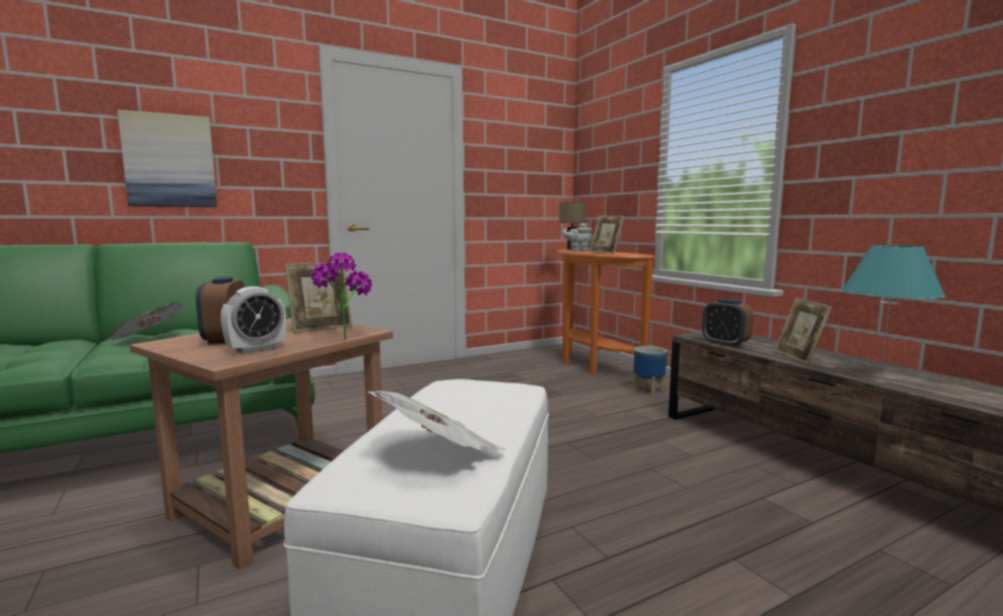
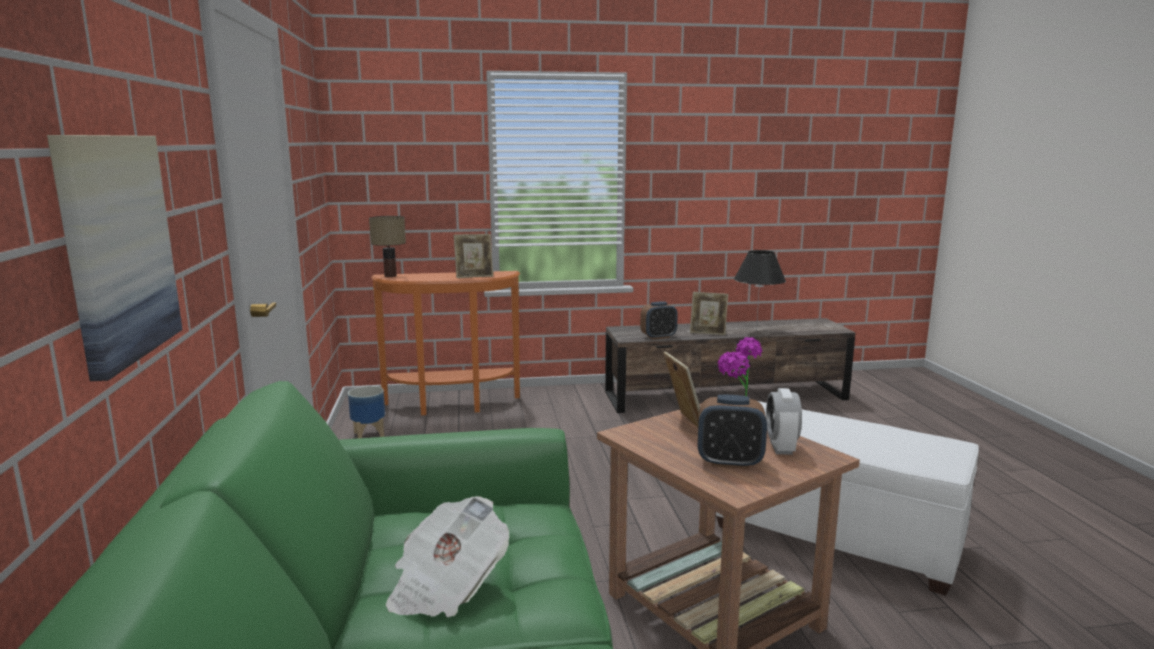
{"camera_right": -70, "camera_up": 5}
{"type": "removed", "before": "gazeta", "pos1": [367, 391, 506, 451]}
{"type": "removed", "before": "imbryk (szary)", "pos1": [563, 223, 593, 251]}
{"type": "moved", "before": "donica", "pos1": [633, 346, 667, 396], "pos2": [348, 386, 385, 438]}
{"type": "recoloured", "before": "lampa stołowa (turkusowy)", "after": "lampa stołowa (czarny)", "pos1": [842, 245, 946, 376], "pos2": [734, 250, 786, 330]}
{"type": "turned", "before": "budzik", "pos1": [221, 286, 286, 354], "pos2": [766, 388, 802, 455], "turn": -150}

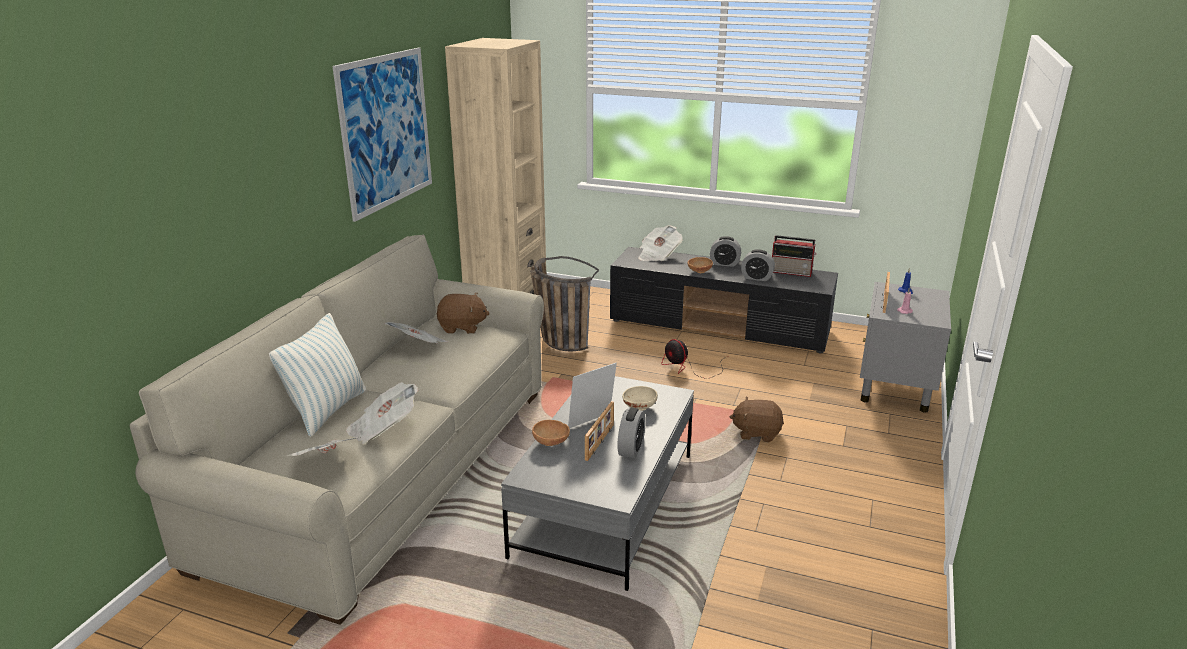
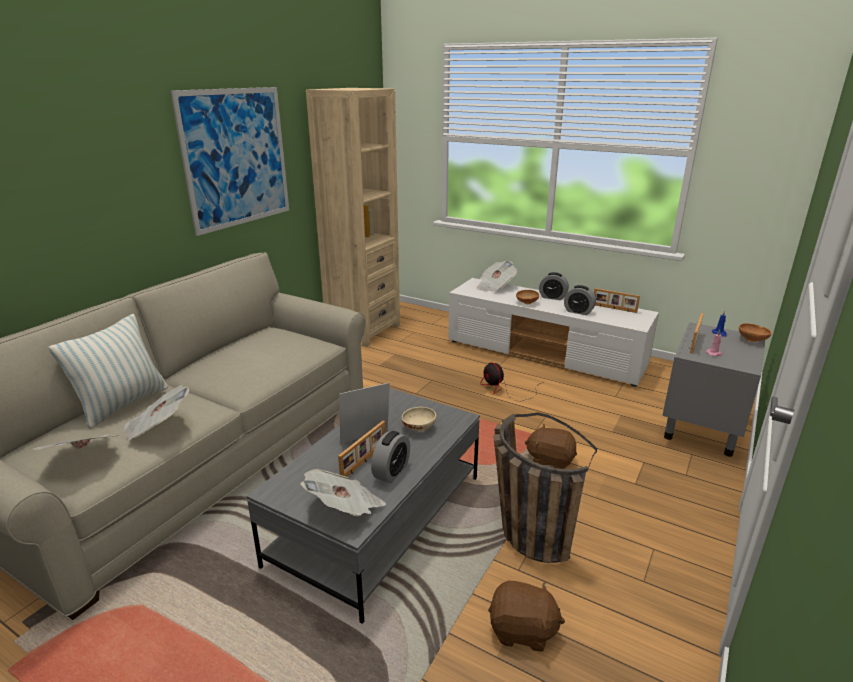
{"camera_right": 10, "camera_up": 0}
{"type": "moved", "before": "gazeta", "pos1": [384, 322, 449, 344], "pos2": [300, 469, 386, 516]}
{"type": "moved", "before": "pluszak (brązowy)", "pos1": [437, 293, 490, 334], "pos2": [488, 581, 565, 652]}
{"type": "moved", "before": "koszyk", "pos1": [530, 256, 599, 351], "pos2": [493, 413, 597, 563]}
{"type": "moved", "before": "miska (brązowy)", "pos1": [532, 420, 570, 446], "pos2": [739, 323, 772, 342]}
{"type": "replaced", "before": "radio", "after": "ramka na zdjęcie", "pos1": [772, 235, 817, 277], "pos2": [594, 288, 640, 313]}
{"type": "recoloured", "before": "szafka pod telewizor (czarny)", "after": "szafka pod telewizor (biały)", "pos1": [610, 247, 838, 353], "pos2": [449, 278, 659, 387]}

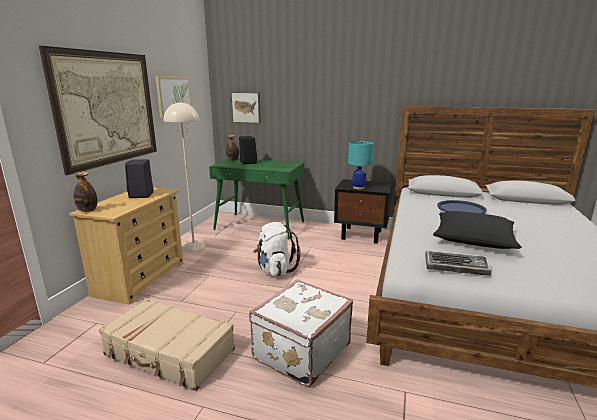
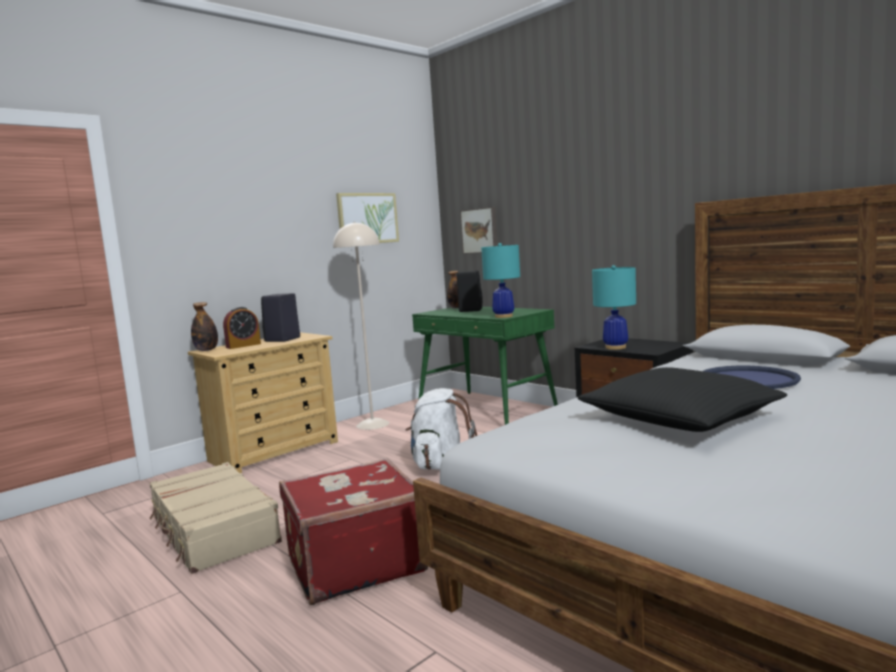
{"camera_right": 30, "camera_up": -10}
{"type": "removed", "before": "obraz", "pos1": [39, 46, 157, 175]}
{"type": "removed", "before": "klawiatura", "pos1": [425, 250, 491, 276]}
{"type": "added", "after": "budzik", "pos2": [223, 307, 261, 349]}
{"type": "added", "after": "lampa stołowa (turkusowy)", "pos2": [481, 243, 520, 318]}
{"type": "recoloured", "before": "walizka (biały)", "after": "walizka (czerwony)", "pos1": [249, 279, 353, 387], "pos2": [279, 458, 428, 605]}

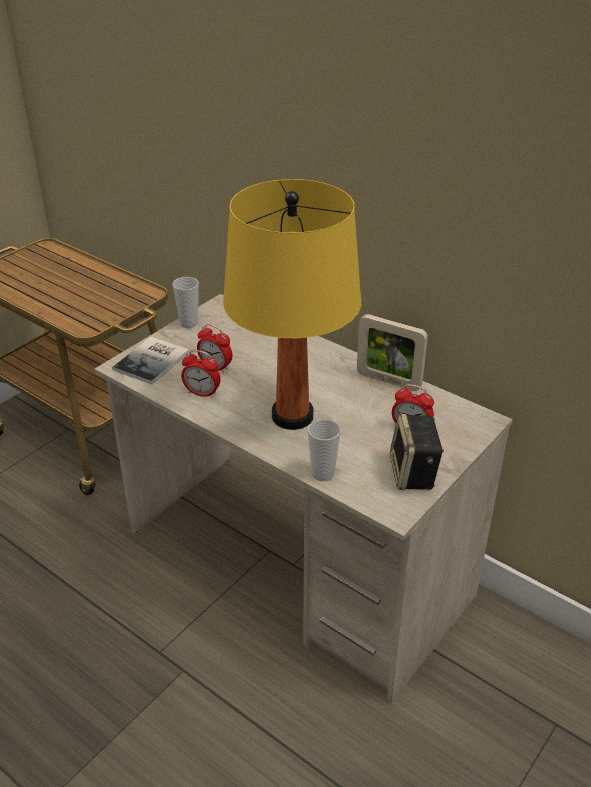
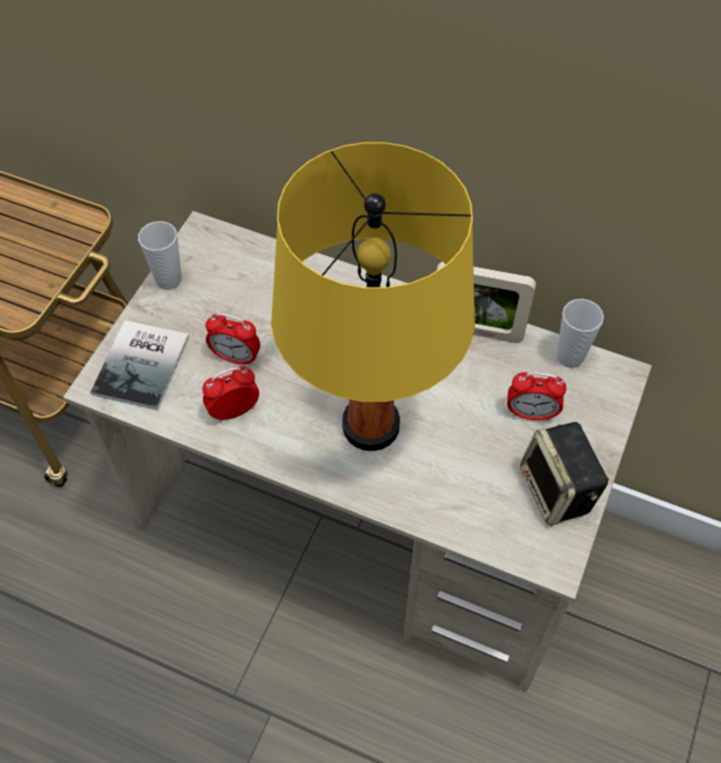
{"camera_right": -15, "camera_up": 20}
{"type": "moved", "before": "filiżanka", "pos1": [308, 419, 341, 481], "pos2": [556, 299, 604, 368]}
{"type": "turned", "before": "budzik", "pos1": [181, 350, 221, 398], "pos2": [202, 366, 259, 422], "turn": 150}

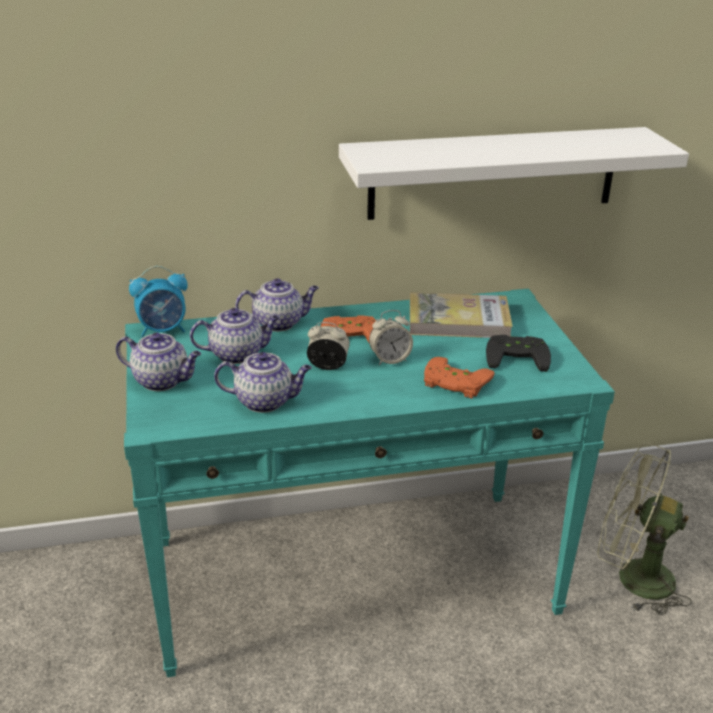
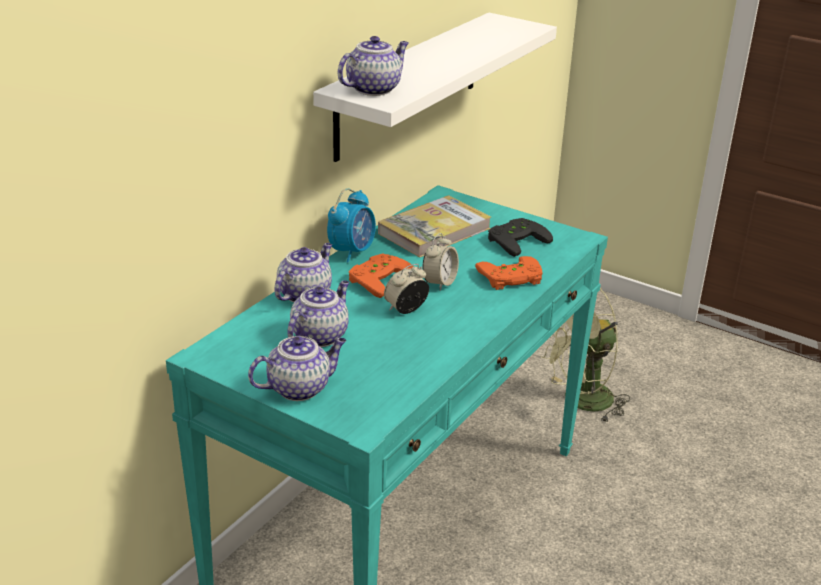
{"camera_right": -45, "camera_up": 0}
{"type": "moved", "before": "budzik", "pos1": [129, 266, 188, 338], "pos2": [327, 188, 376, 263]}
{"type": "moved", "before": "imbryk", "pos1": [214, 352, 312, 413], "pos2": [338, 36, 409, 96]}

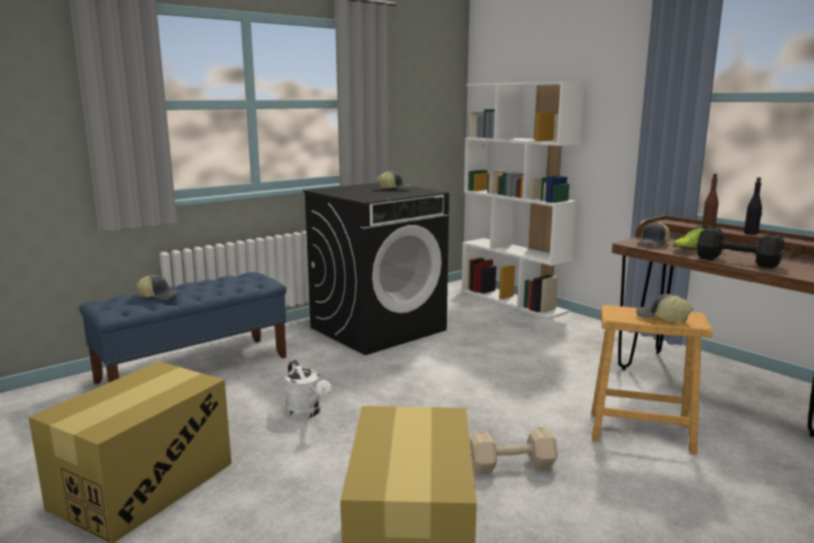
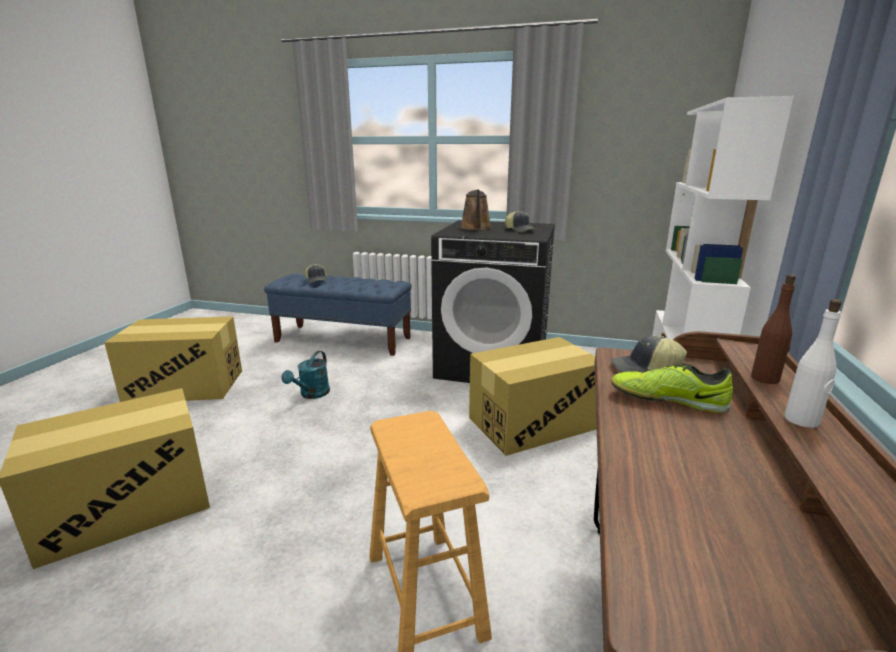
{"camera_right": 55, "camera_up": 5}
{"type": "removed", "before": "hantel (beżowy)", "pos1": [470, 427, 558, 474]}
{"type": "removed", "before": "czapka z daszkiem", "pos1": [636, 294, 693, 323]}
{"type": "removed", "before": "hantel (czarny)", "pos1": [697, 227, 784, 269]}
{"type": "added", "after": "konewka (brązowy)", "pos2": [460, 189, 492, 230]}
{"type": "added", "after": "karton", "pos2": [469, 337, 597, 456]}
{"type": "recoloured", "before": "konewka (biały)", "after": "konewka (turkusowy)", "pos1": [285, 360, 331, 418], "pos2": [282, 351, 330, 399]}
{"type": "recoloured", "before": "butelka (czarny)", "after": "butelka (biały)", "pos1": [744, 177, 762, 235], "pos2": [784, 299, 842, 428]}

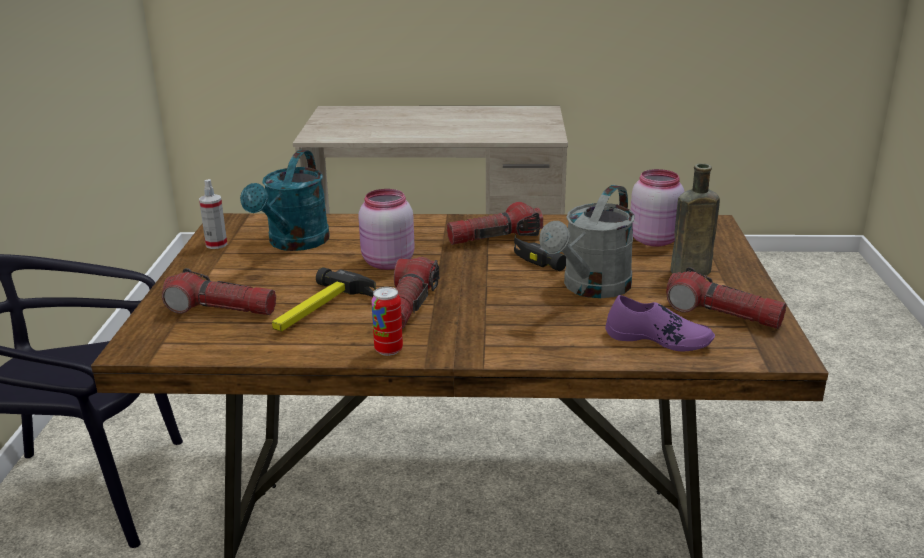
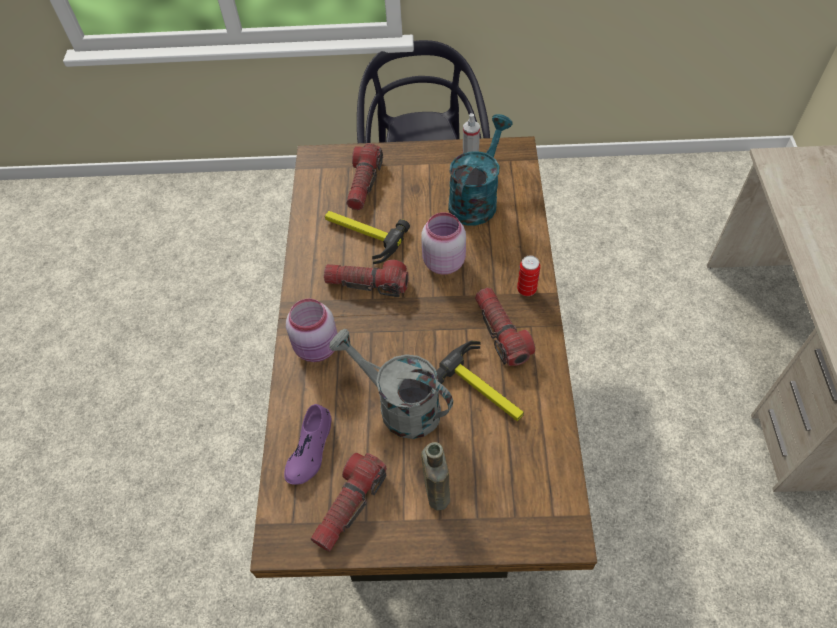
{"camera_right": 90, "camera_up": 30}
{"type": "moved", "before": "puszka", "pos1": [371, 287, 403, 356], "pos2": [517, 256, 540, 296]}
{"type": "moved", "before": "słoik (różowy)", "pos1": [631, 169, 685, 247], "pos2": [286, 299, 337, 362]}
{"type": "turned", "before": "konewka (turkusowy)", "pos1": [240, 150, 330, 251], "pos2": [448, 114, 513, 226], "turn": 105}

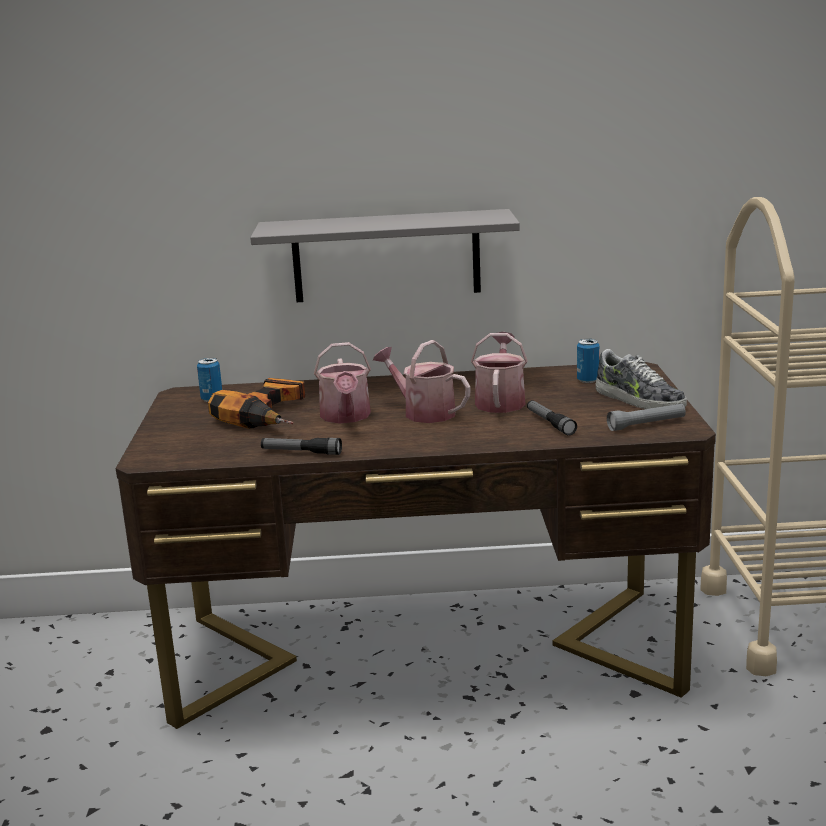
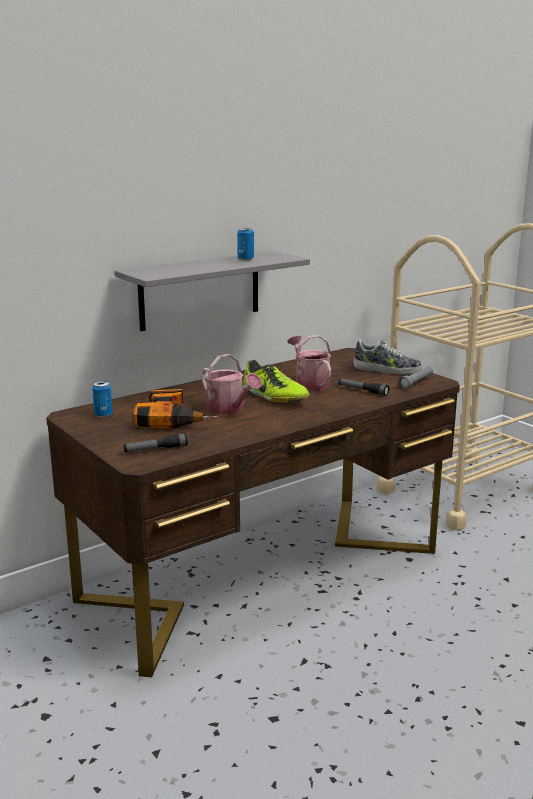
{"camera_right": -35, "camera_up": 0}
{"type": "moved", "before": "latarka", "pos1": [261, 438, 342, 455], "pos2": [123, 433, 188, 452]}
{"type": "moved", "before": "puszka", "pos1": [577, 339, 599, 383], "pos2": [237, 228, 254, 260]}
{"type": "replaced", "before": "konewka", "after": "but", "pos1": [373, 340, 471, 423], "pos2": [243, 360, 310, 402]}

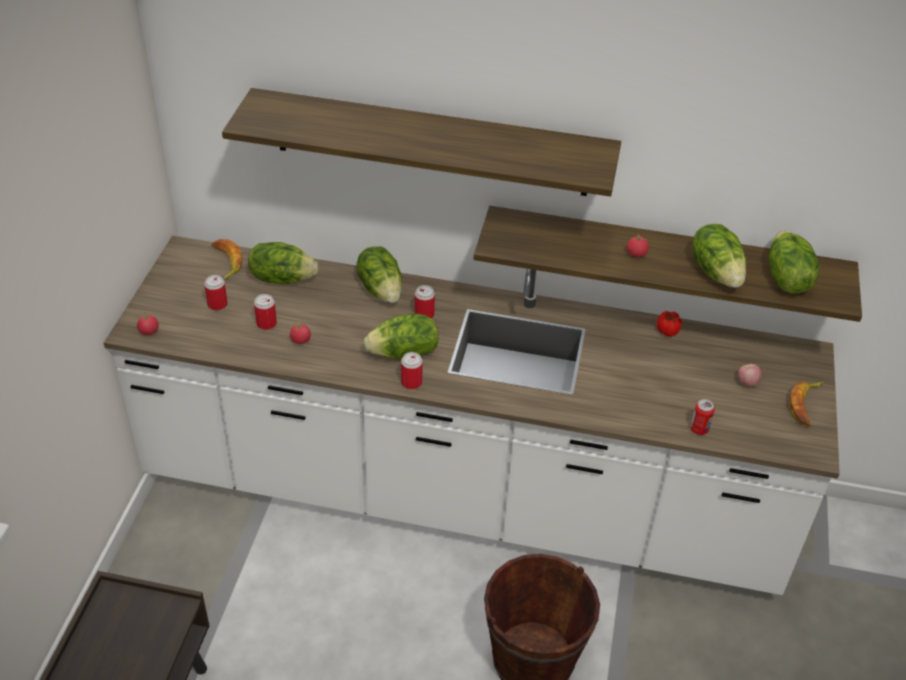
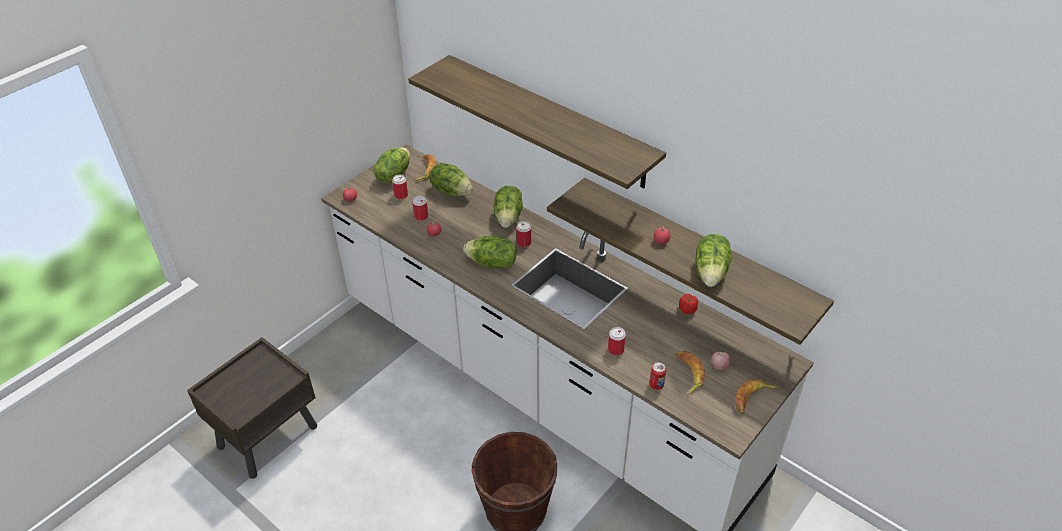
{"camera_right": 30, "camera_up": 0}
{"type": "added", "after": "banan", "pos2": [676, 351, 705, 394]}
{"type": "moved", "before": "puszka", "pos1": [401, 352, 423, 389], "pos2": [608, 327, 626, 356]}
{"type": "moved", "before": "sałata", "pos1": [769, 231, 819, 293], "pos2": [373, 147, 410, 183]}

